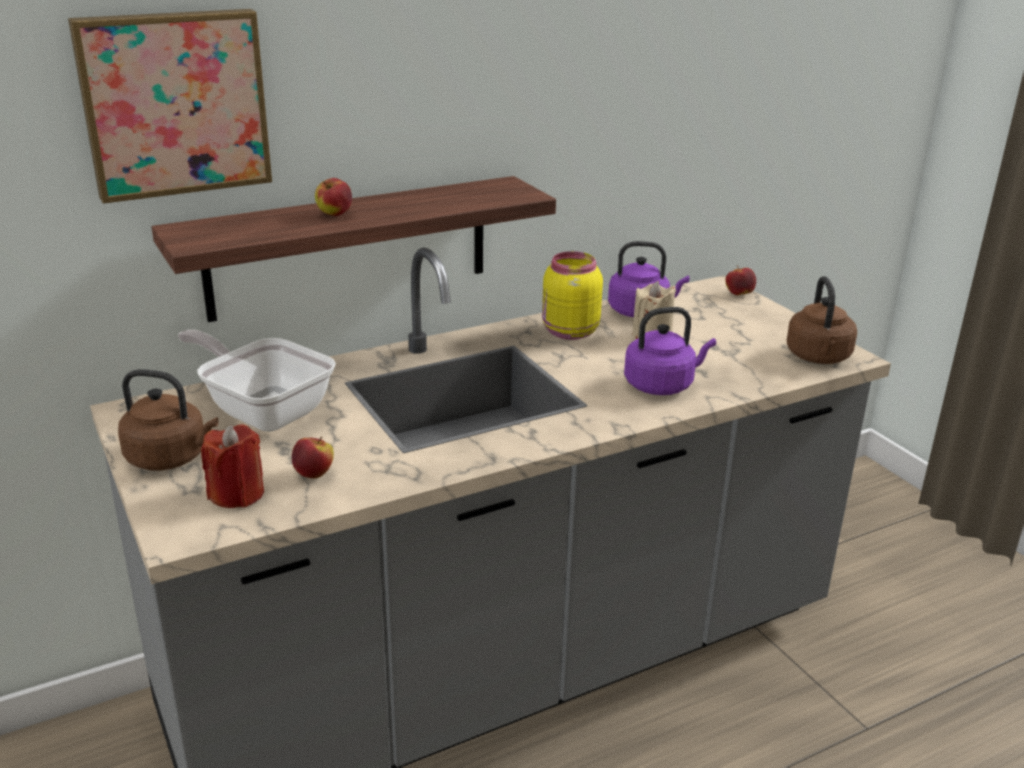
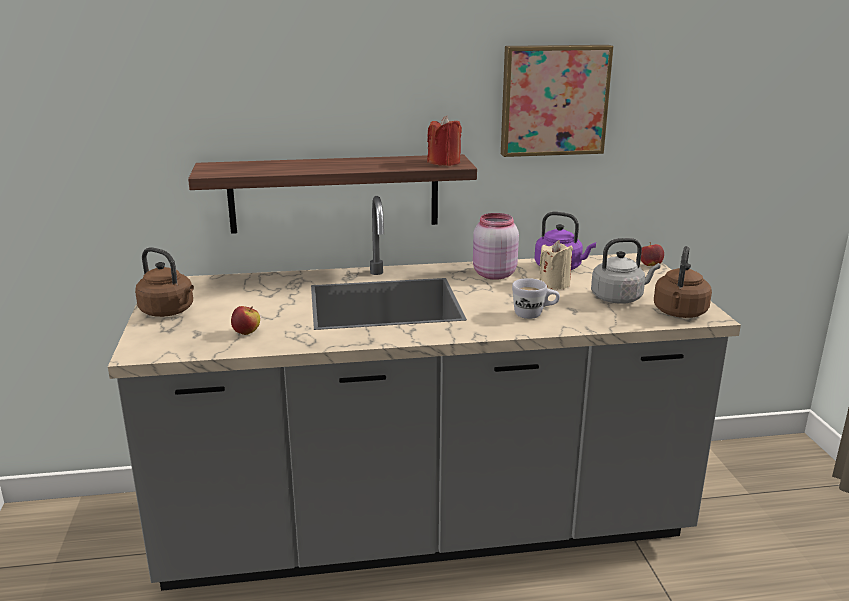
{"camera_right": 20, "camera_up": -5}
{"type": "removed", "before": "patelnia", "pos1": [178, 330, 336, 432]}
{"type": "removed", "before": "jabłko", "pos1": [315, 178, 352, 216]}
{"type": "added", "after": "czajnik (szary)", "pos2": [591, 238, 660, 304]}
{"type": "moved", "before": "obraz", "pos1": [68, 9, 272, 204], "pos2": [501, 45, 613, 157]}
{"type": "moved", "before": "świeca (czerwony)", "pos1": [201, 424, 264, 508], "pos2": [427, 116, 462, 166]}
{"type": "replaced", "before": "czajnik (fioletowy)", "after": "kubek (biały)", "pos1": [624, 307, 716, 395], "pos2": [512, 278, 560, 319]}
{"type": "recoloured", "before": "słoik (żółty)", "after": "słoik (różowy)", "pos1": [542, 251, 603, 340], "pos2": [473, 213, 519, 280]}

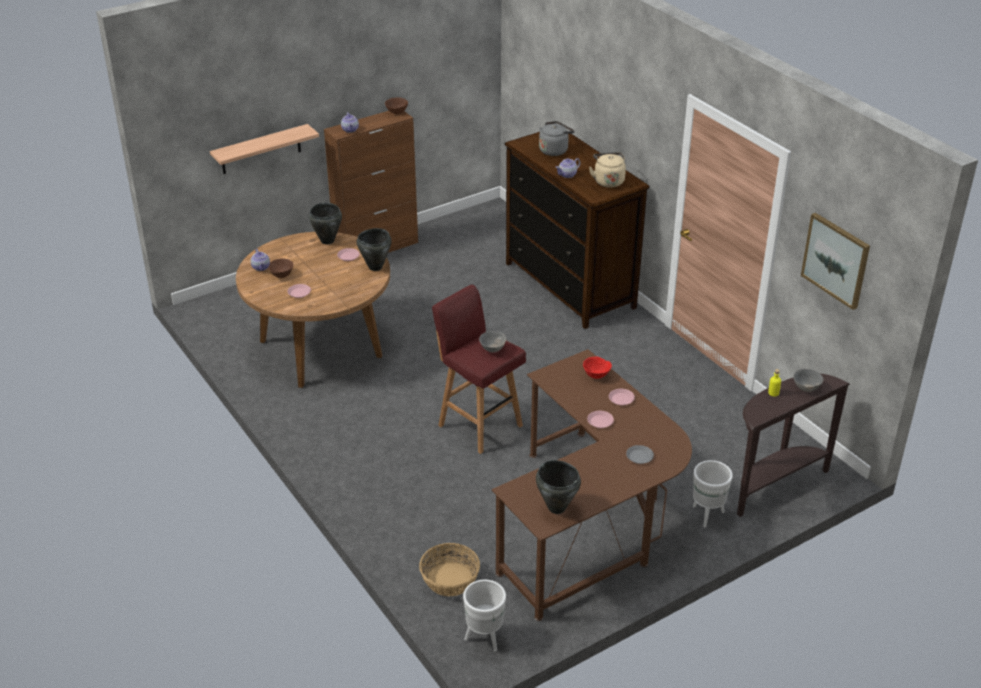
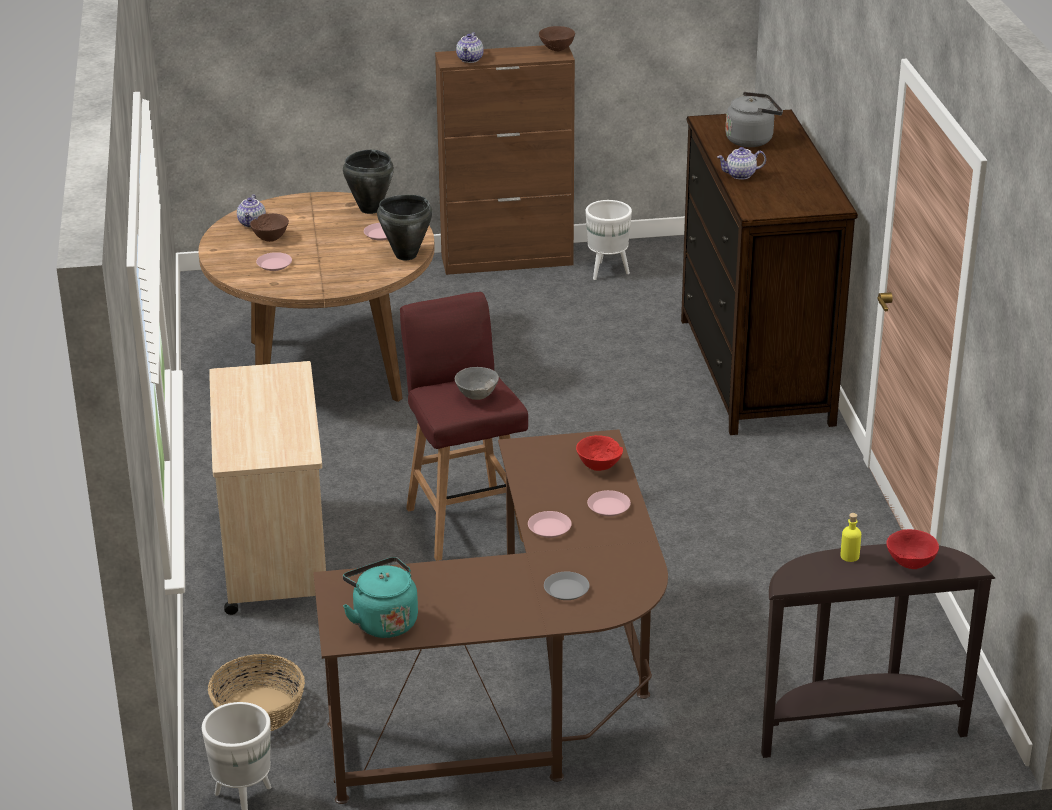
{"camera_right": 25, "camera_up": -5}
{"type": "removed", "before": "półka", "pos1": [210, 124, 319, 174]}
{"type": "removed", "before": "czajnik (beżowy)", "pos1": [589, 152, 626, 188]}
{"type": "removed", "before": "obraz", "pos1": [801, 213, 870, 310]}
{"type": "added", "after": "wózek (beżowy)", "pos2": [209, 361, 326, 615]}
{"type": "moved", "before": "donica (biały)", "pos1": [693, 460, 733, 528], "pos2": [585, 200, 632, 280]}
{"type": "replaced", "before": "garnek (czarny)", "after": "czajnik (turkusowy)", "pos1": [536, 460, 581, 514], "pos2": [343, 557, 418, 638]}
{"type": "recoloured", "before": "miska (szary)", "after": "miska (czerwony)", "pos1": [793, 369, 823, 392], "pos2": [887, 529, 939, 569]}

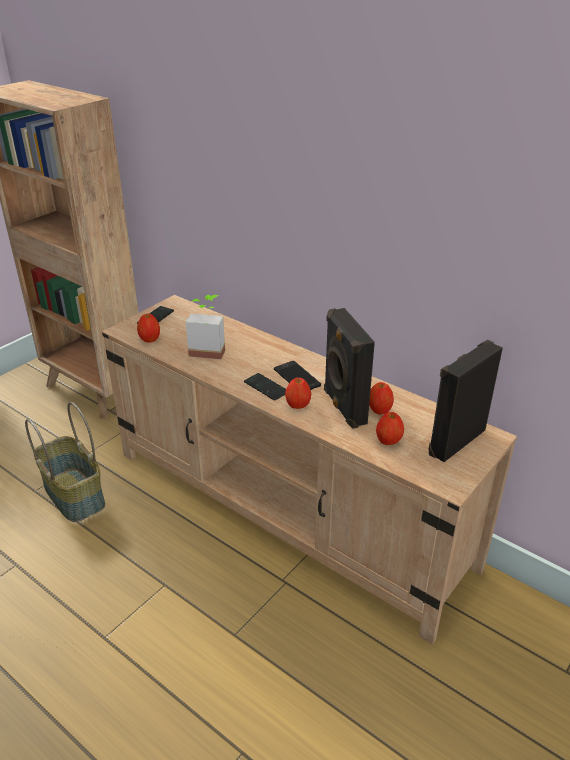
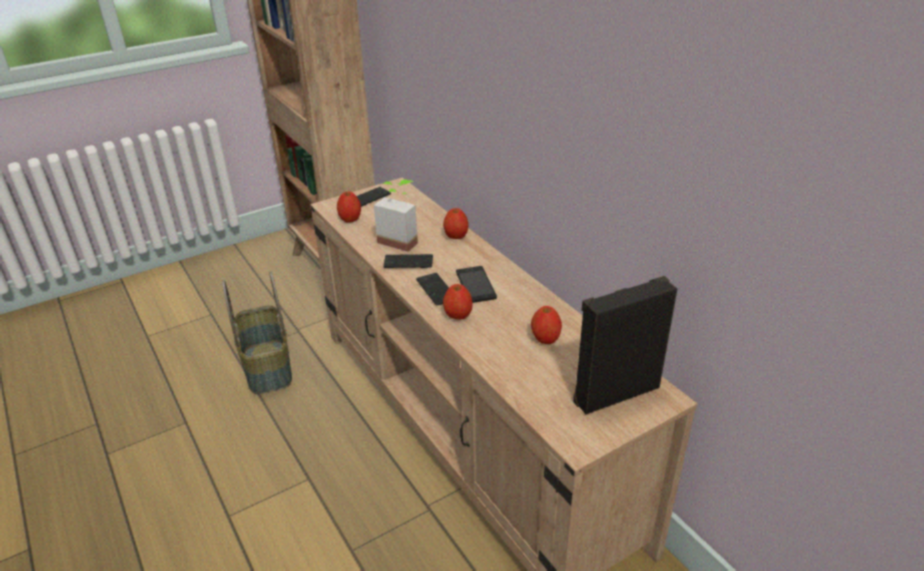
{"camera_right": 20, "camera_up": 0}
{"type": "removed", "before": "głośnik (czarny)", "pos1": [324, 308, 375, 429]}
{"type": "added", "after": "telefon", "pos2": [383, 254, 433, 268]}
{"type": "moved", "before": "jabłko", "pos1": [376, 412, 404, 445], "pos2": [443, 208, 469, 239]}

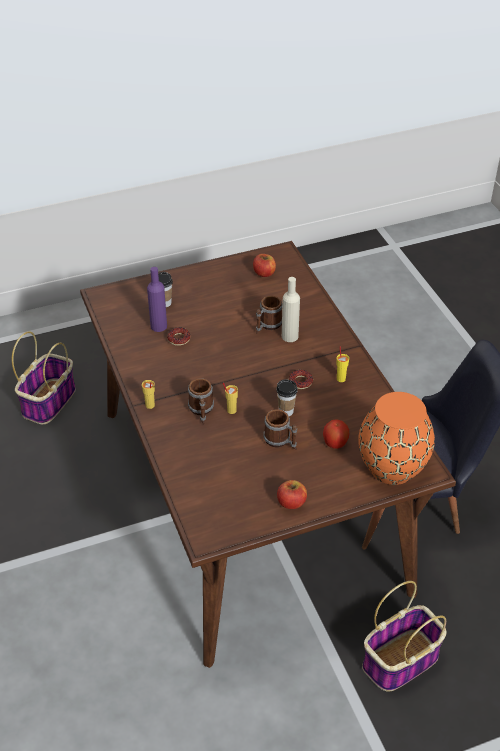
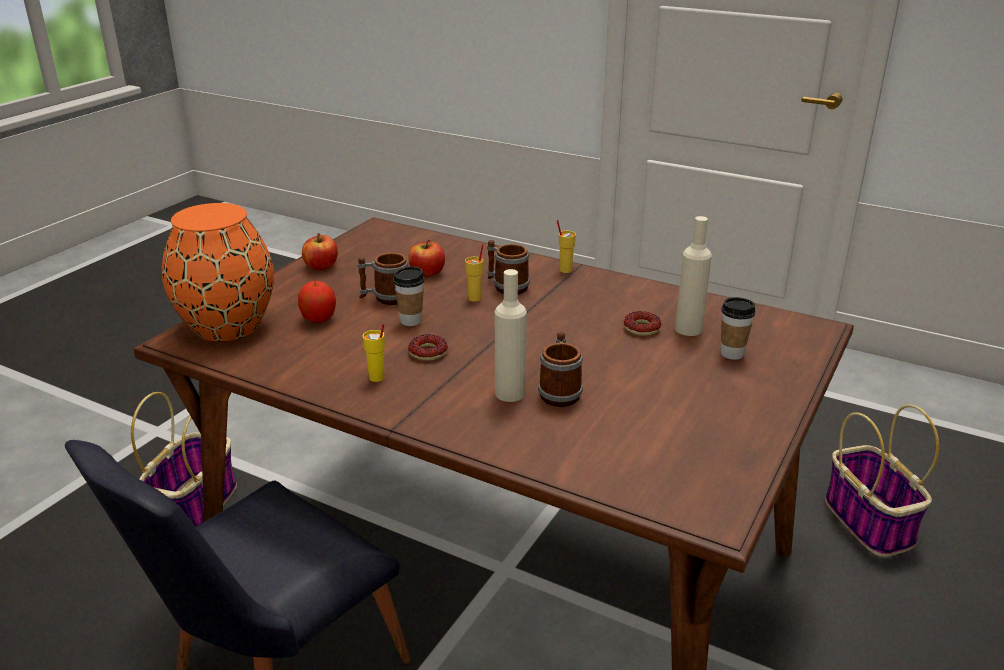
{"camera_right": 140, "camera_up": -15}
{"type": "moved", "before": "jabłko", "pos1": [253, 254, 276, 277], "pos2": [408, 239, 445, 277]}
{"type": "recoloured", "before": "butelka (fioletowy)", "after": "butelka (beżowy)", "pos1": [147, 267, 167, 332], "pos2": [675, 216, 712, 336]}

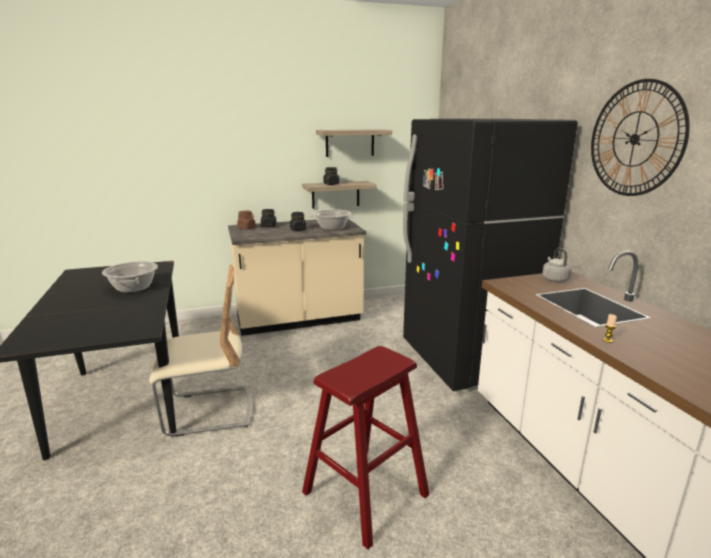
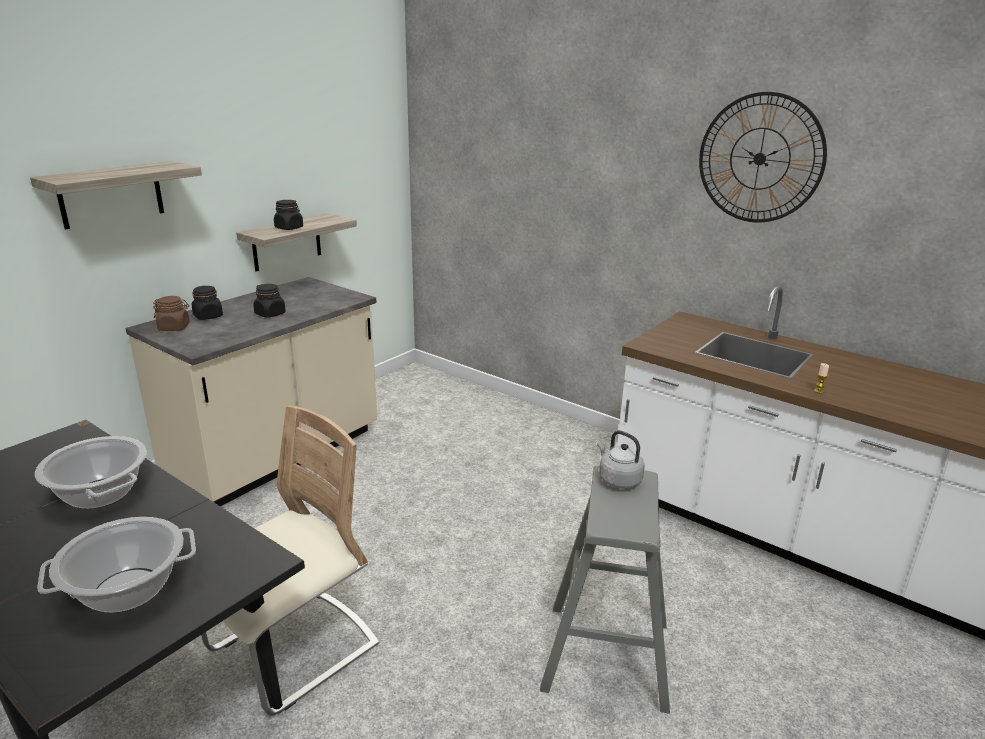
{"camera_right": -35, "camera_up": 5}
{"type": "removed", "before": "lodówka (czarny)", "pos1": [403, 119, 578, 391]}
{"type": "moved", "before": "garnek", "pos1": [310, 209, 355, 230], "pos2": [37, 517, 196, 613]}
{"type": "moved", "before": "półka", "pos1": [316, 129, 392, 157], "pos2": [30, 161, 202, 229]}
{"type": "moved", "before": "czajnik (szary)", "pos1": [542, 248, 572, 282], "pos2": [597, 431, 645, 489]}
{"type": "recoloured", "before": "stołek (czerwony)", "after": "stołek (szary)", "pos1": [302, 346, 430, 549], "pos2": [540, 466, 670, 714]}

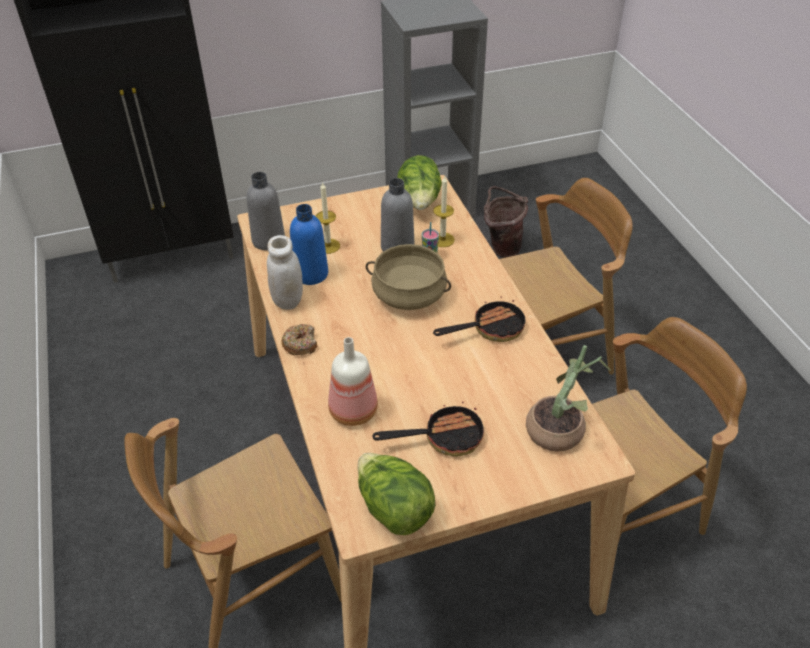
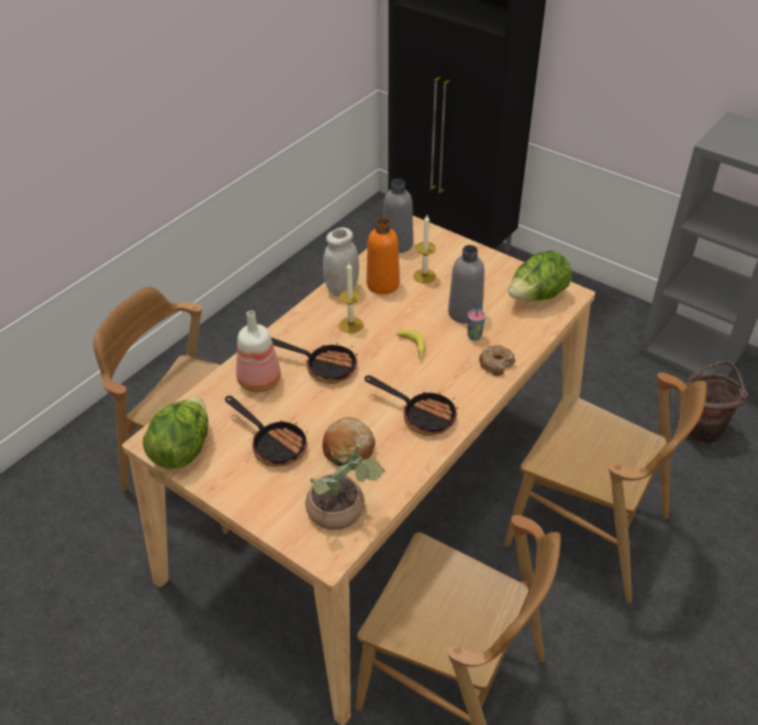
{"camera_right": 55, "camera_up": 0}
{"type": "added", "after": "patelnia", "pos2": [271, 338, 357, 384]}
{"type": "added", "after": "chleb", "pos2": [323, 417, 375, 466]}
{"type": "moved", "before": "donut", "pos1": [282, 324, 317, 355], "pos2": [479, 345, 515, 376]}
{"type": "moved", "before": "świeca", "pos1": [433, 176, 454, 247], "pos2": [339, 263, 363, 333]}
{"type": "replaced", "before": "garnek (beżowy)", "after": "banan", "pos1": [366, 244, 451, 310], "pos2": [396, 329, 425, 359]}
{"type": "recoloured", "before": "butelka (niebieski)", "after": "butelka (pomarańczowy)", "pos1": [290, 204, 328, 285], "pos2": [367, 218, 399, 294]}

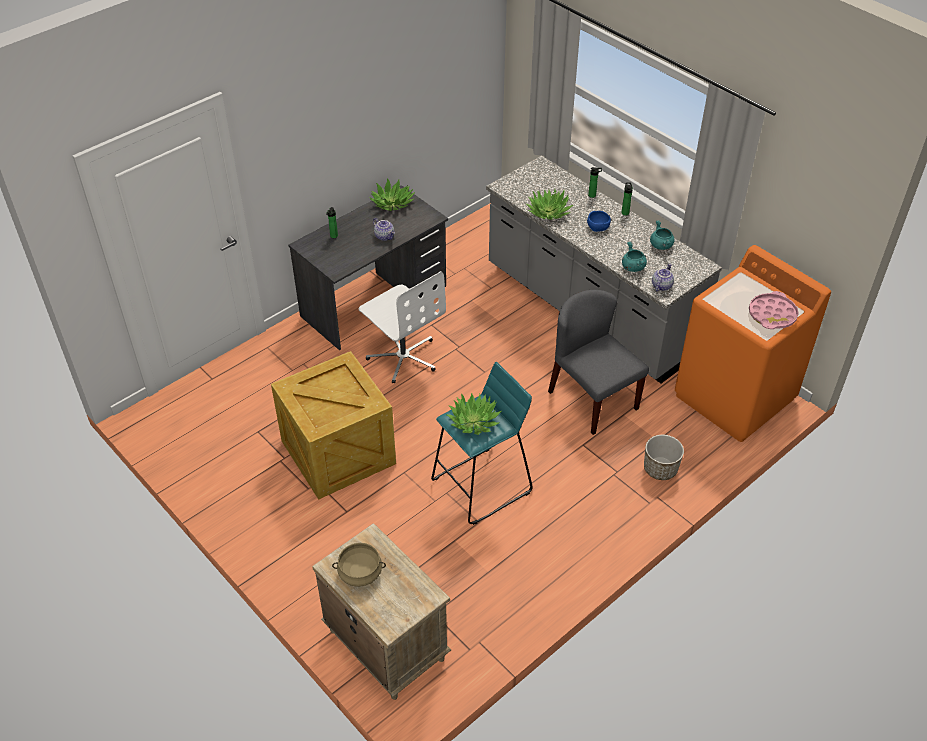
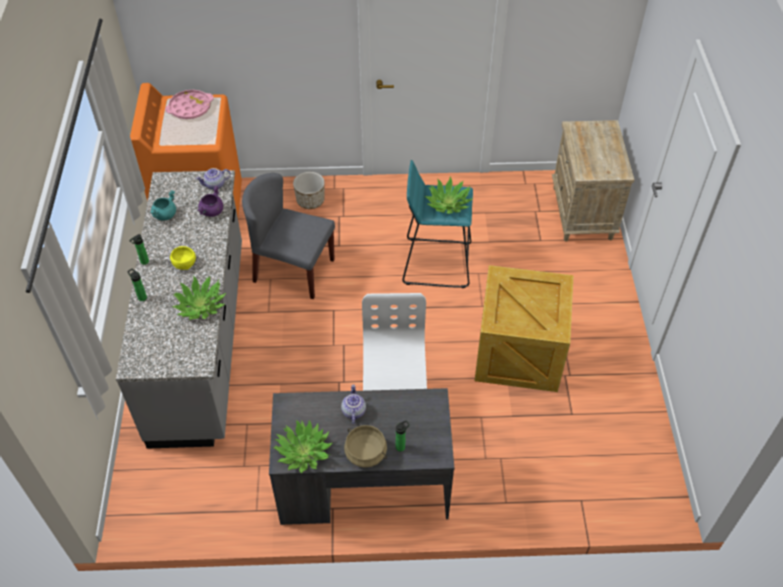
{"camera_right": -140, "camera_up": 5}
{"type": "moved", "before": "garnek (beżowy)", "pos1": [332, 543, 386, 587], "pos2": [344, 425, 387, 468]}
{"type": "recoloured", "before": "miska (niebieski)", "after": "miska (żółty)", "pos1": [587, 211, 611, 232], "pos2": [170, 246, 196, 270]}
{"type": "recoloured", "before": "garnek (turkusowy)", "after": "garnek (fioletowy)", "pos1": [622, 242, 647, 272], "pos2": [197, 186, 224, 217]}
{"type": "turned", "before": "krzesło (szary)", "pos1": [548, 290, 649, 435], "pos2": [242, 173, 335, 299], "turn": 105}

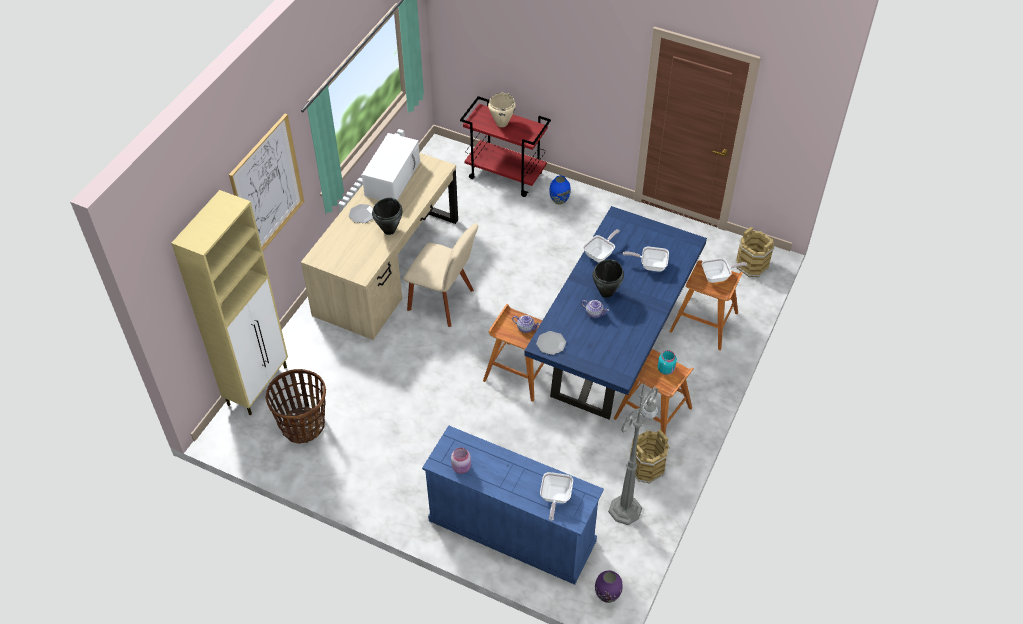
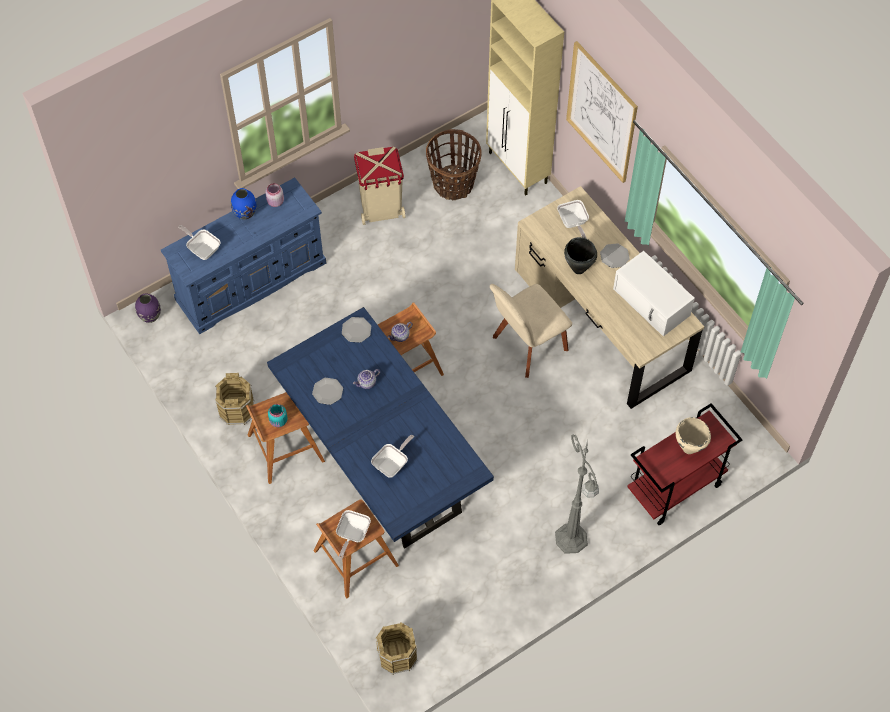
{"camera_right": 120, "camera_up": 10}
{"type": "removed", "before": "garnek (czarny)", "pos1": [593, 259, 624, 298]}
{"type": "added", "after": "talerz", "pos2": [312, 378, 343, 405]}
{"type": "added", "after": "kosz na śmieci (beżowy)", "pos2": [354, 147, 406, 225]}
{"type": "moved", "before": "wazon (niebieski)", "pos1": [549, 175, 571, 205], "pos2": [231, 188, 257, 220]}
{"type": "moved", "before": "patelnia", "pos1": [583, 229, 620, 263], "pos2": [557, 200, 589, 238]}
{"type": "moved", "before": "lampa stojąca (szary)", "pos1": [608, 384, 658, 525], "pos2": [555, 434, 599, 554]}

